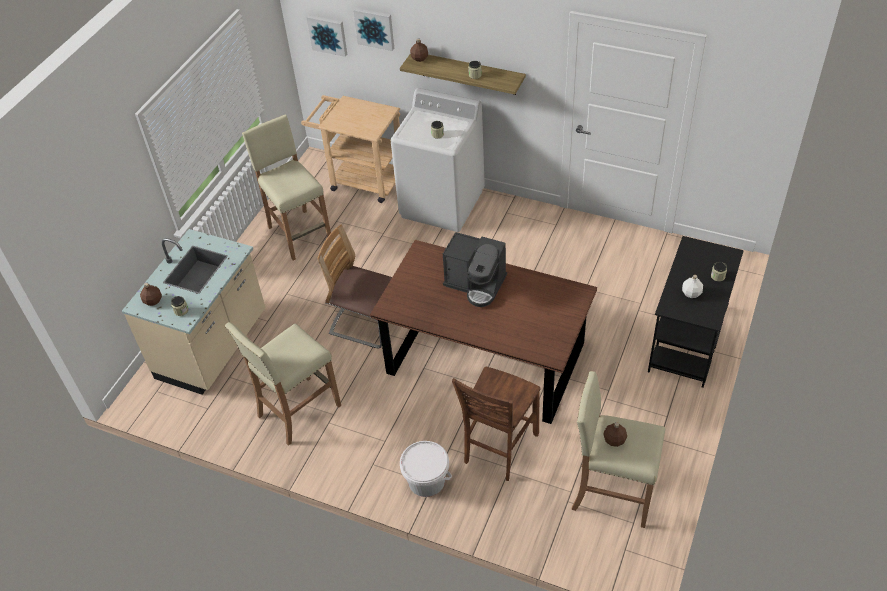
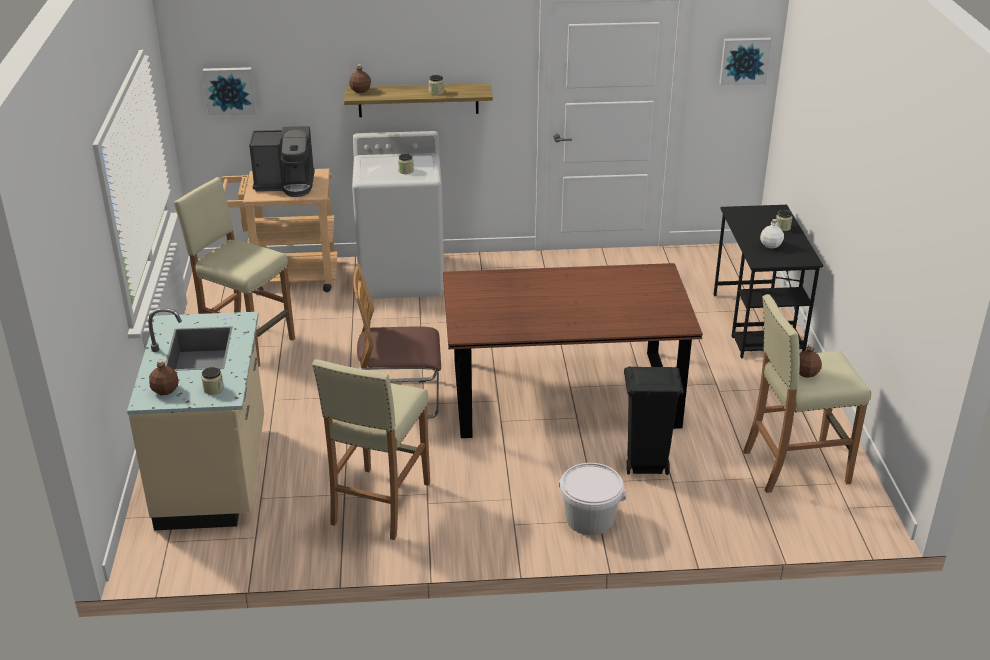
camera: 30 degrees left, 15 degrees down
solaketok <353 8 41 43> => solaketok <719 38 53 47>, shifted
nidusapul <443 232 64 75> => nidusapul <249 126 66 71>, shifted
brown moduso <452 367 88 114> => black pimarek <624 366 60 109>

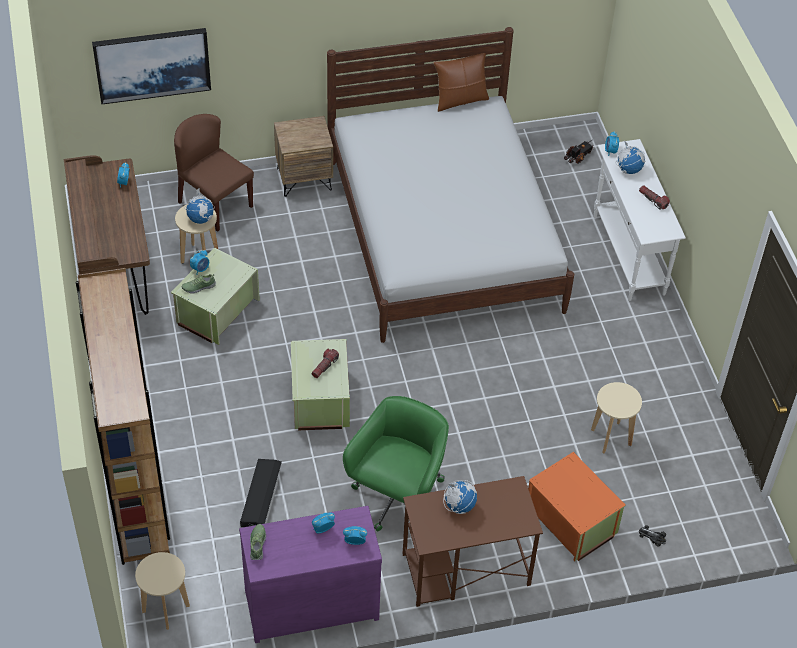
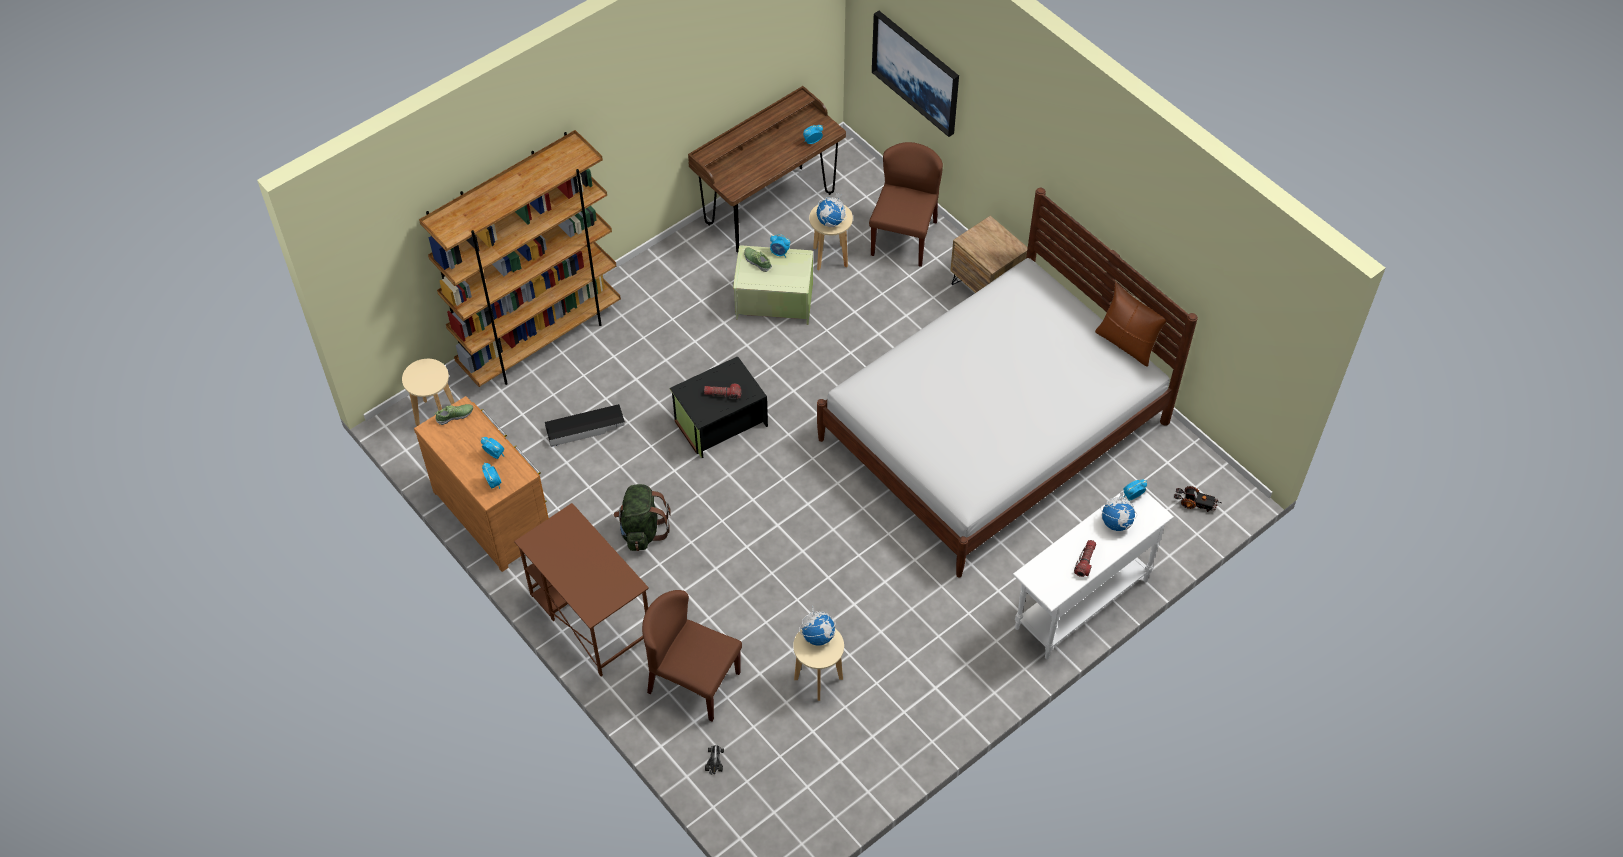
camera: 65 degrees right, 5 degrees up
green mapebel <291 339 59 91> => black mapebel <670 357 98 101>
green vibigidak <343 396 106 135> => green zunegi <614 484 57 67>
orange mapebel <528 452 98 109> => brown moduso <642 590 100 132>
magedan <443 480 34 34> => magedan <799 605 37 40>, shifted
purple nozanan <239 506 143 137> => brown nozanan <414 396 135 176>

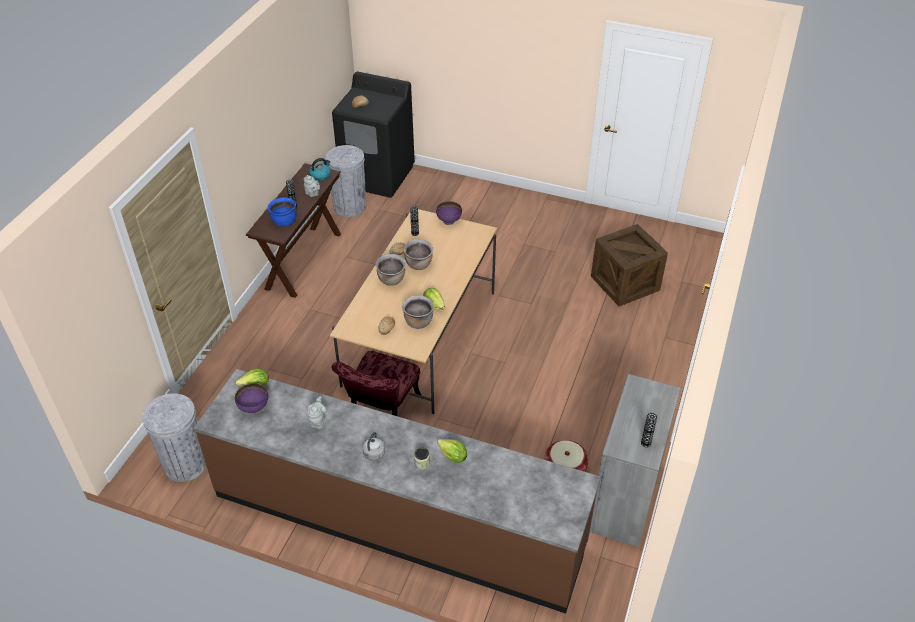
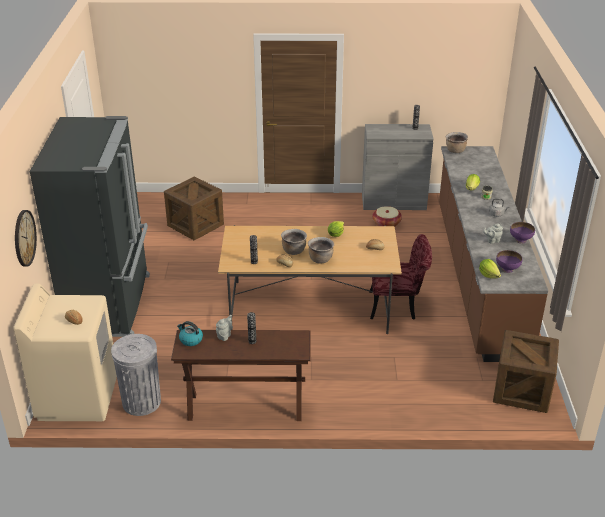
camera: 110 degrees left, 10 degrees down
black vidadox <332 72 83 126> => beige vidadox <13 284 104 137>
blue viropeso <267 197 29 30> => nothing
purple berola <436 201 26 24> => purple berola <510 222 25 21>, shifted
brown viropeso <402 296 32 33> => brown viropeso <446 132 22 21>, shifted
grey pimarek <142 393 64 89> => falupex <493 330 66 83>
nothing => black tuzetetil <30 116 120 221>
nothing => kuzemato <15 210 22 57>

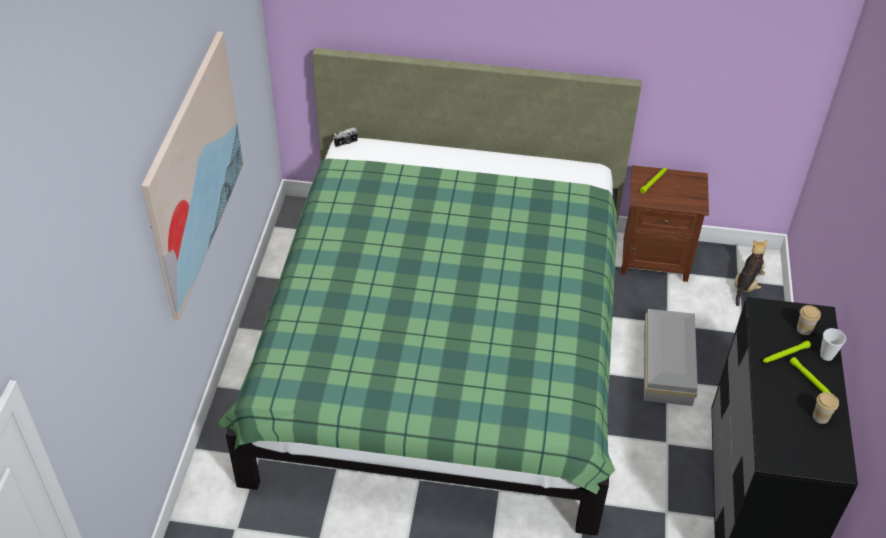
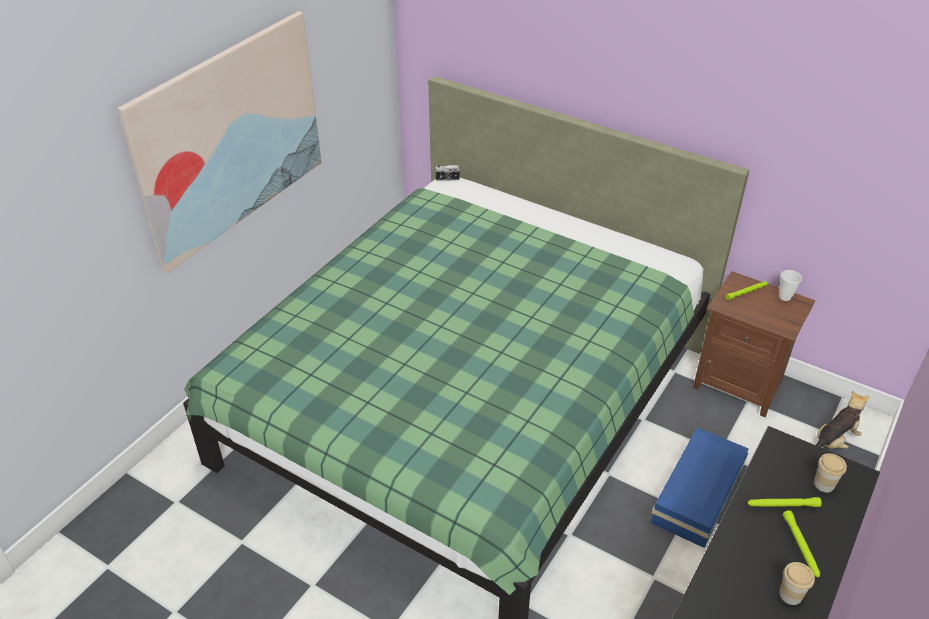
camera: 25 degrees right, 5 degrees down
white mapebel <644 309 54 97> => blue mapebel <651 427 98 121>
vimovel <820 328 26 33> => vimovel <779 270 23 31>, shifted

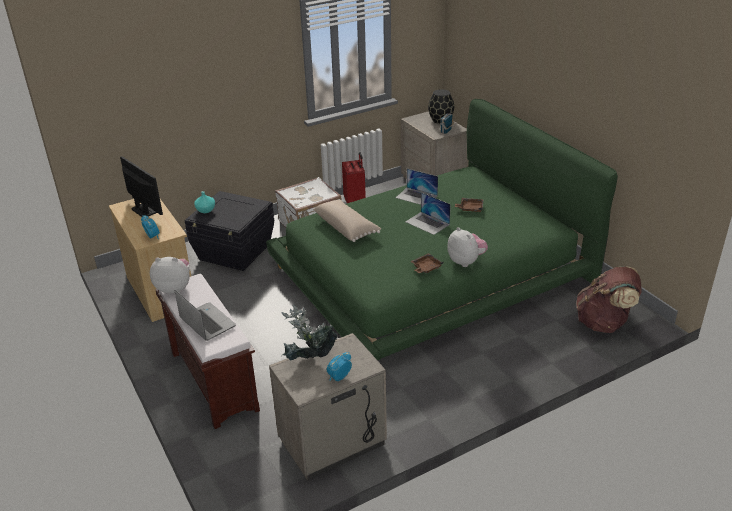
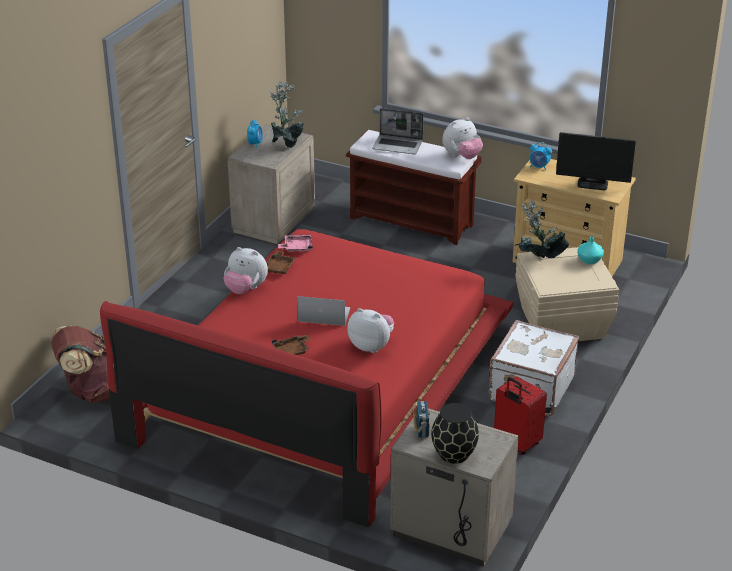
camera: 145 degrees right, 0 degrees up
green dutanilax <266 99 352 261> => red dutanilax <100 229 414 298>
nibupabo <396 169 42 36> => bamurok <347 308 47 45>
black mapebel <184 191 90 80> => beige mapebel <515 247 104 94>
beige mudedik <313 200 68 42> => nothing
nothing => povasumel <515 200 54 58>
nothing => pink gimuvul <278 235 35 17>

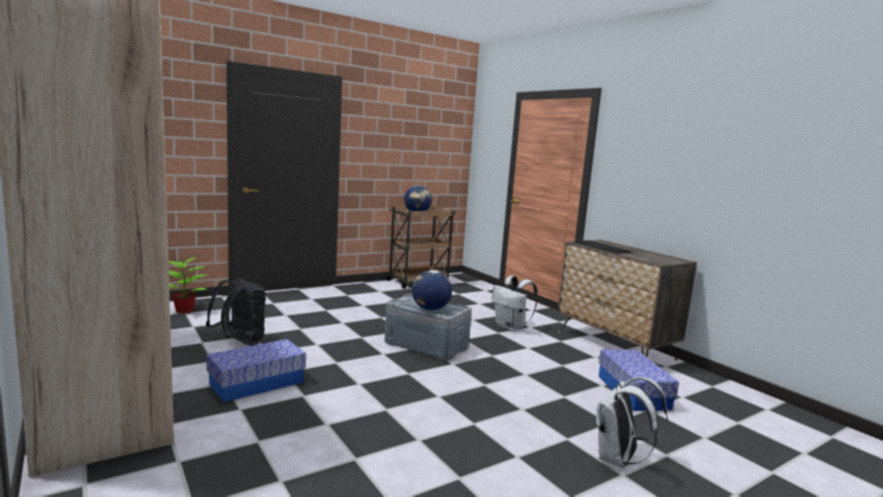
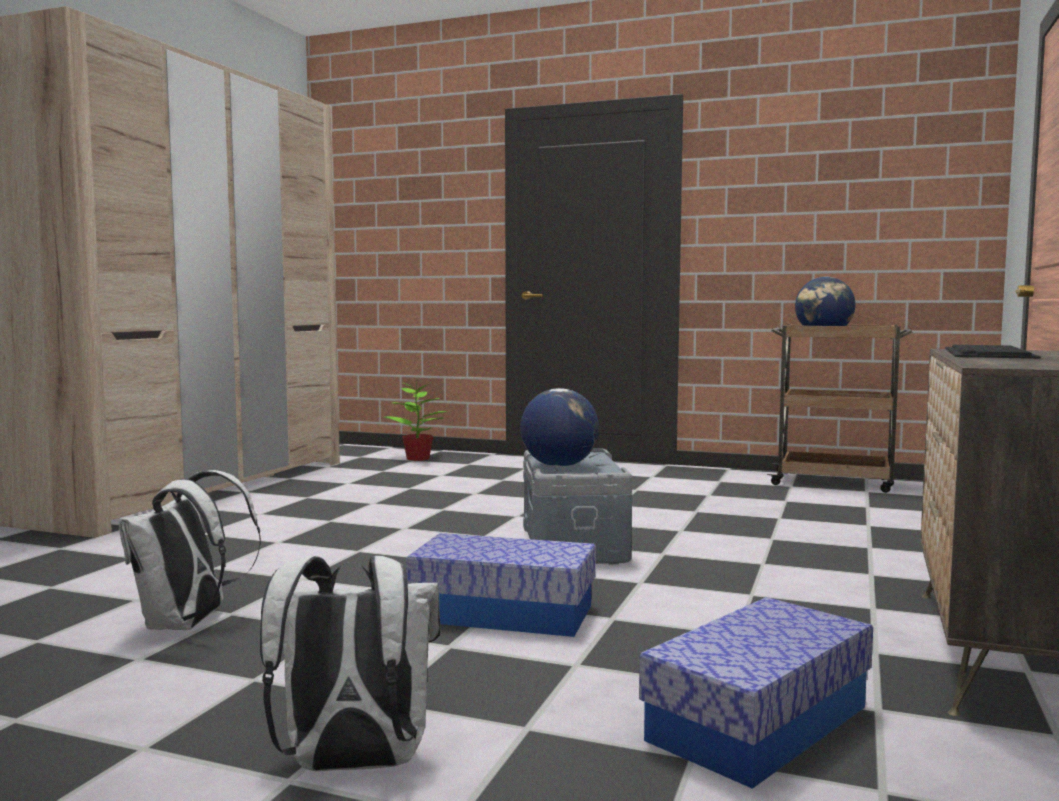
camera: 55 degrees right, 5 degrees down
white zunegi <491 276 46 55> => white zunegi <119 470 142 160>, shifted
black zunegi <206 278 60 68> => nothing
mapebel <206 339 100 63> => mapebel <406 533 190 104>, shifted

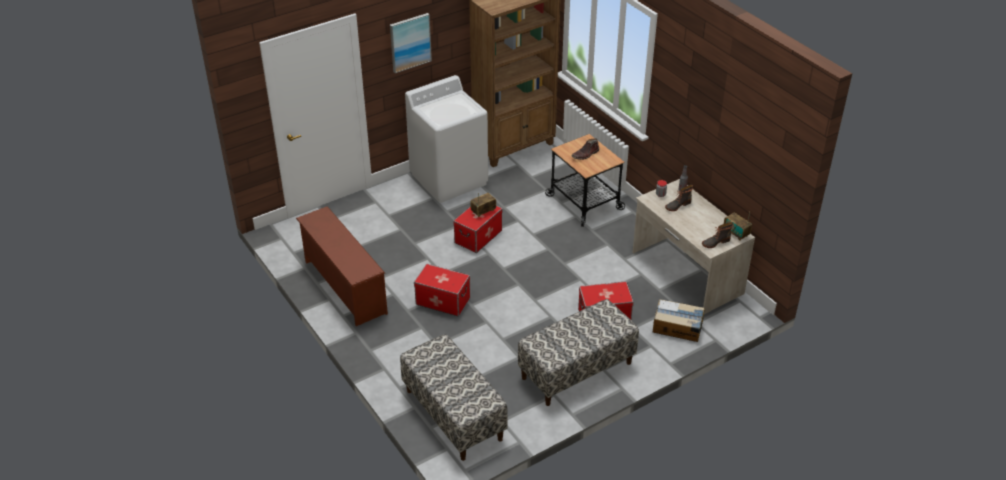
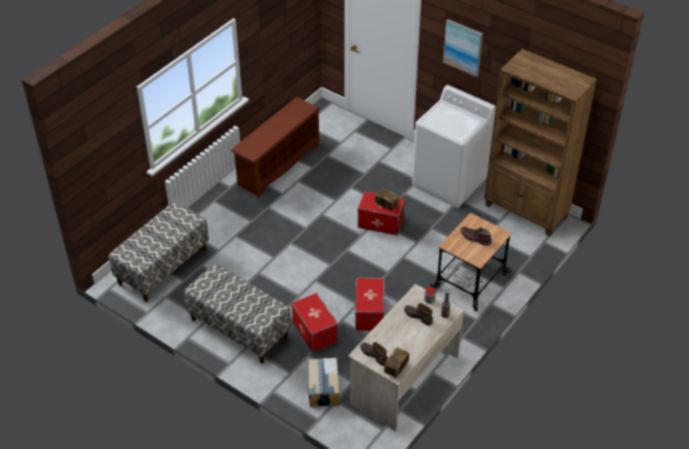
camera: 70 degrees right, 5 degrees up
mapebel <414 264 56 52> => mapebel <355 278 30 53>, shifted

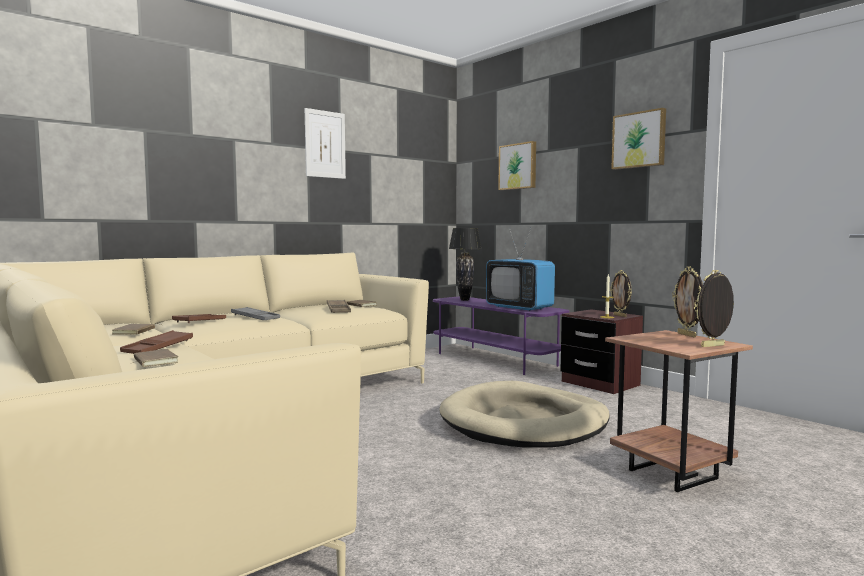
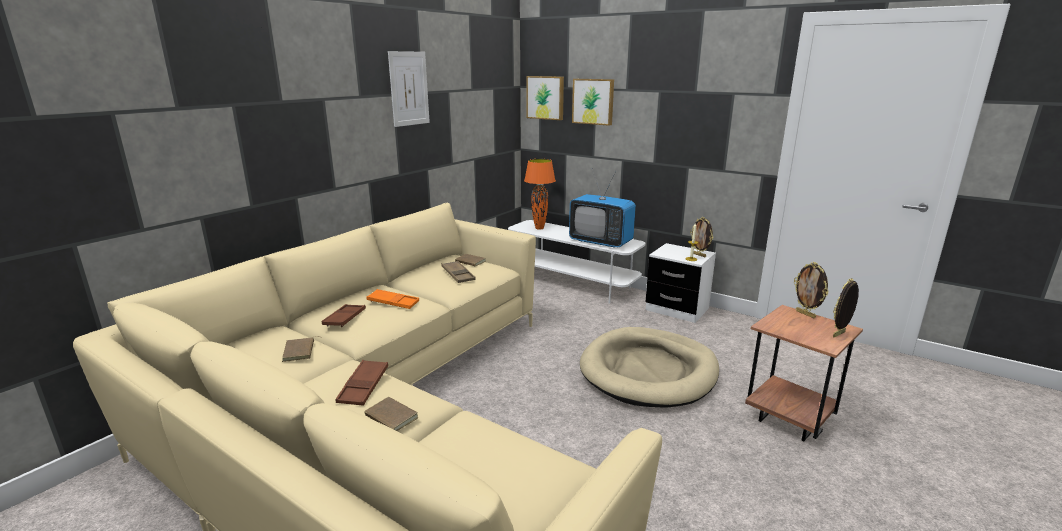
camera: 15 degrees left, 15 degrees up
solaketok <611 108 55 62> => solaketok <526 76 38 44>, shifted
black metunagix <449 228 33 73> => orange metunagix <524 159 32 71>
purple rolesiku <433 297 136 78> => white rolesiku <508 220 137 84>
grey gimuvul <231 307 49 13> => orange gimuvul <366 289 53 20>
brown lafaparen <560 309 83 85> => white lafaparen <646 243 70 80>

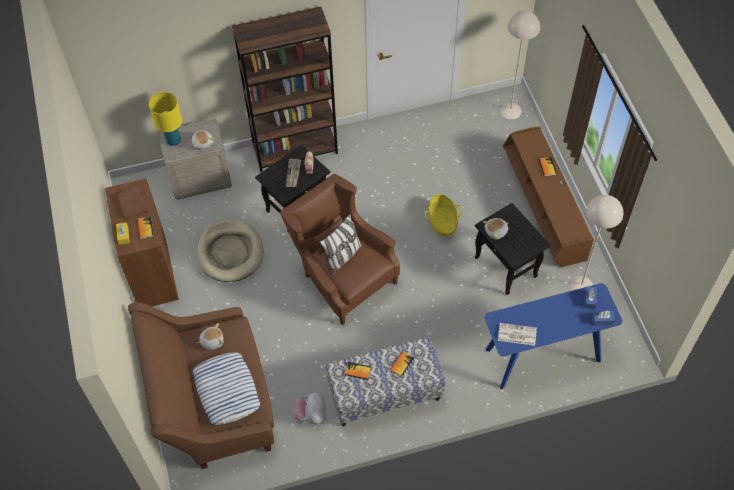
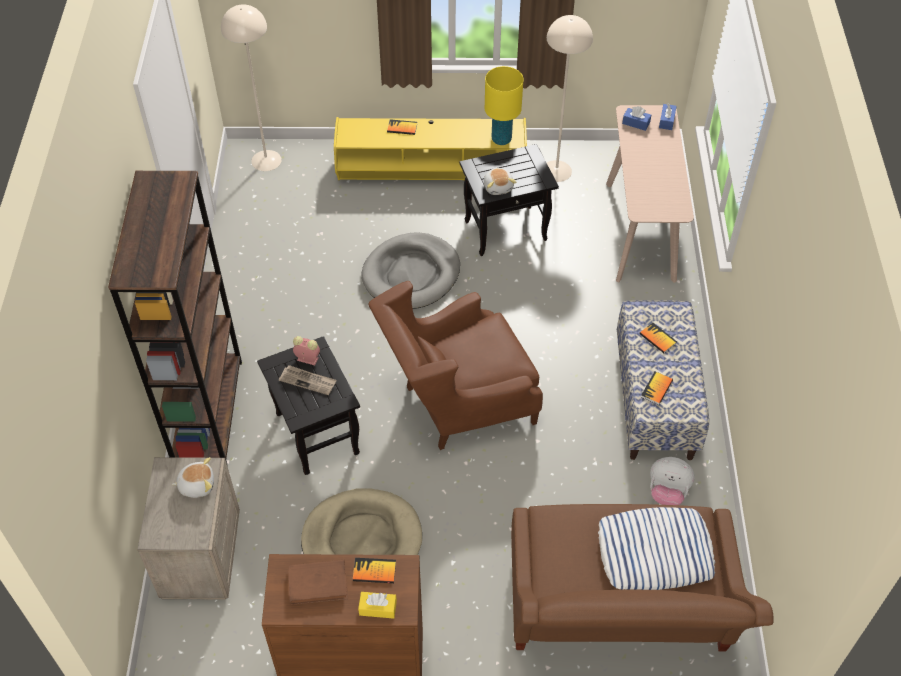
camera: 75 degrees left, 5 degrees down
yellow metunagix <149 92 33 54> => yellow metunagix <485 66 39 79>, shifted
brown rolesiku <503 126 91 141> => yellow rolesiku <334 117 193 63>
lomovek <425 194 37 42> => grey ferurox <361 232 99 77>
mudedik <319 214 43 60> => nothing
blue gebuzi <484 283 138 106> => beige gebuzi <606 105 88 178>
bamurok <197 323 27 27> => nothing
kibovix <498 323 39 23> => nothing

